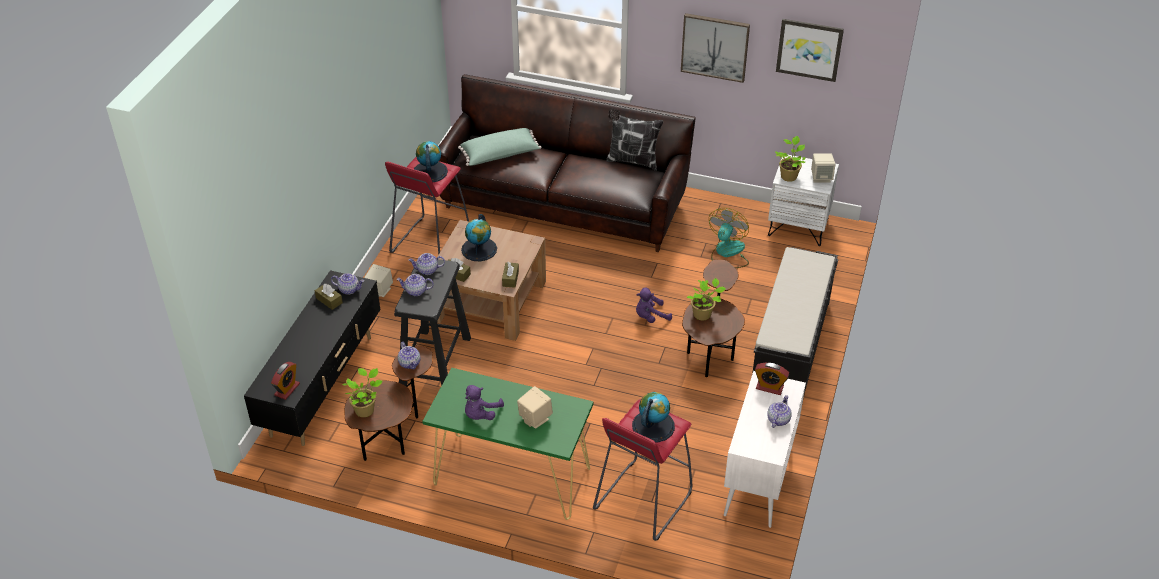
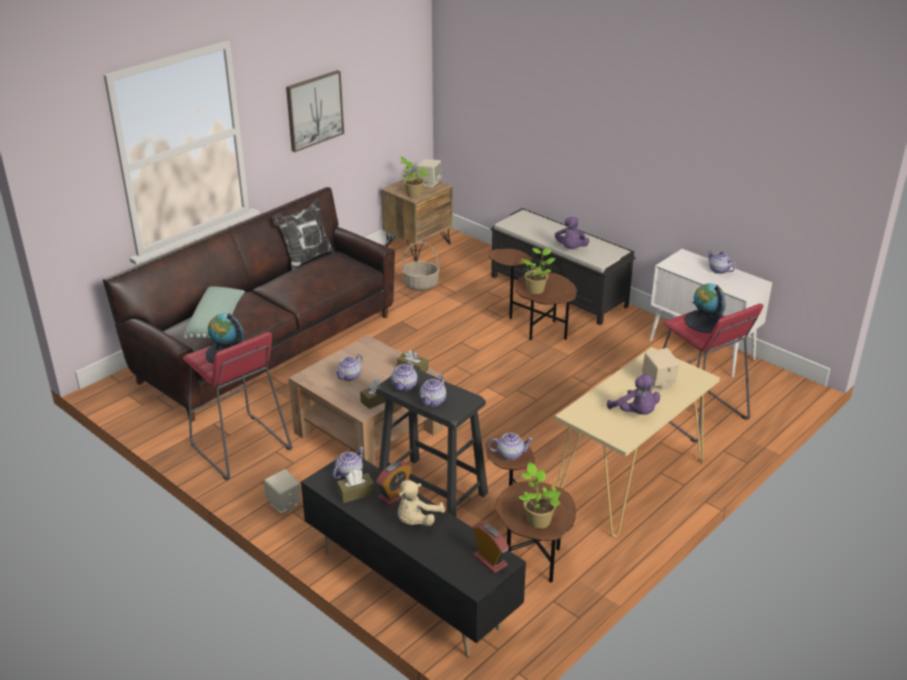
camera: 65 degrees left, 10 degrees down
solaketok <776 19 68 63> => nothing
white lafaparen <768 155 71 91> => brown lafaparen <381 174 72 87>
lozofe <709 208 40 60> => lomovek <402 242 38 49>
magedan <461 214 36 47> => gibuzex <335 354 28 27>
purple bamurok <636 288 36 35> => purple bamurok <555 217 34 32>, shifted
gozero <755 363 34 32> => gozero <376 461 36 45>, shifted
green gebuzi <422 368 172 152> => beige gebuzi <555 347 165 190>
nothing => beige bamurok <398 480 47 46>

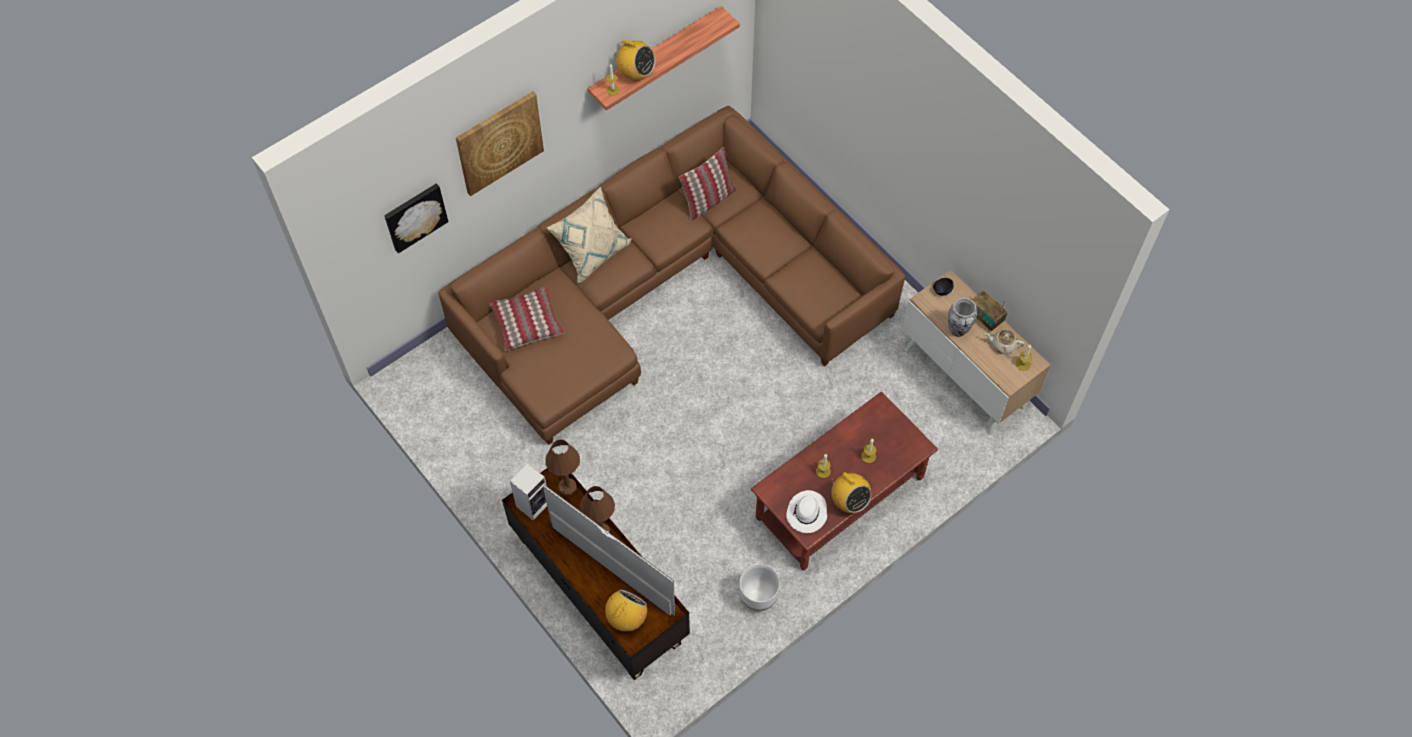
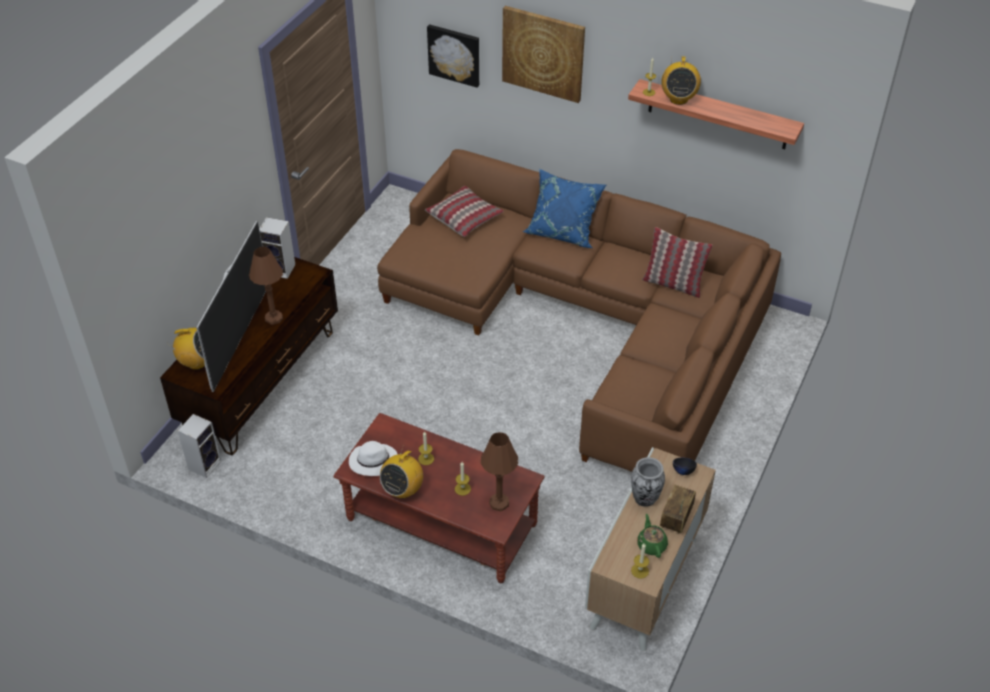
camera: 65 degrees right, 15 degrees down
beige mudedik <546 186 85 97> => blue mudedik <523 169 83 79>
beige gibuzex <985 330 40 24> => green gibuzex <637 513 31 45>
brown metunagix <545 440 35 55> => brown metunagix <481 432 37 79>, shifted
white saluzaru <739 564 41 47> => nothing
nothing => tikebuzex <178 414 43 64>

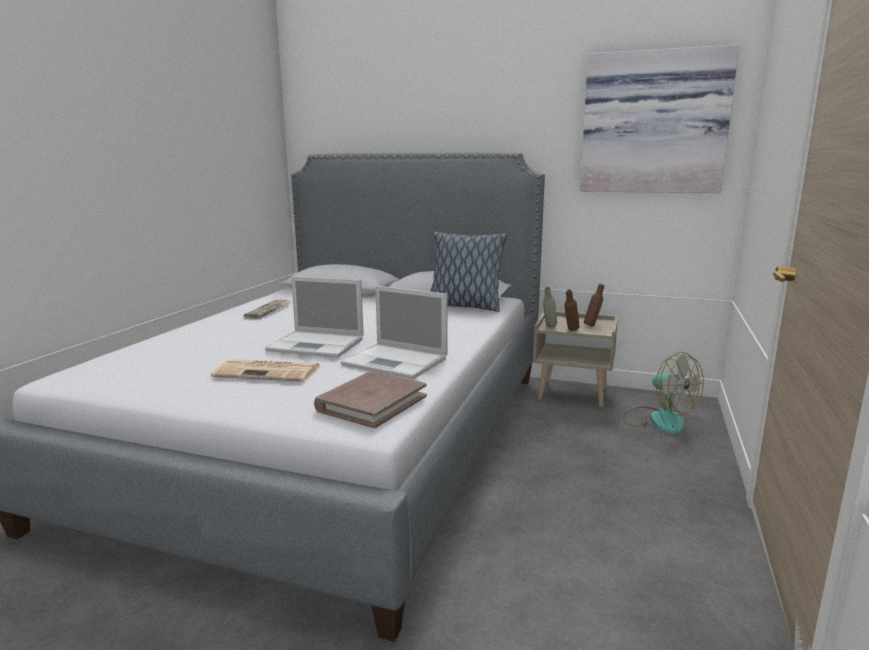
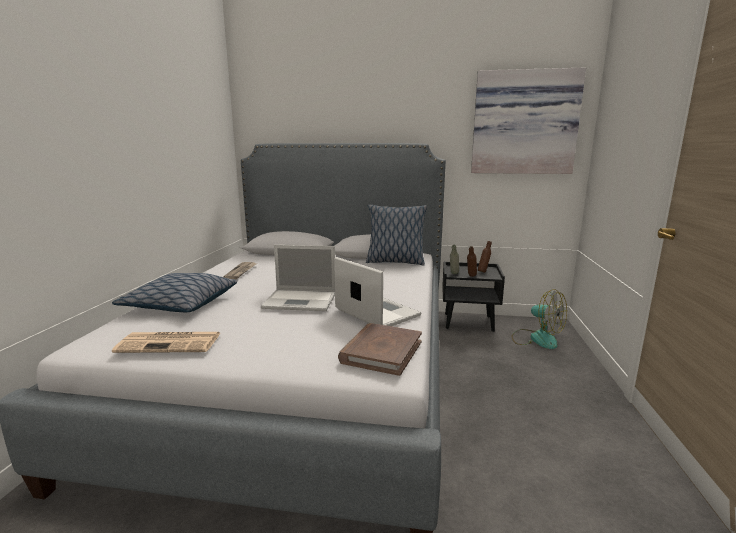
camera: 10 degrees left, 0 degrees up
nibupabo <341 286 107 93> => nibupabo <334 257 87 69>, 150 degrees counterclockwise
beige lafaparen <533 311 85 96> => black lafaparen <442 262 63 70>
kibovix <211 359 109 23> => kibovix <112 332 109 21>, shifted
nothing => mudedik <112 273 125 39>

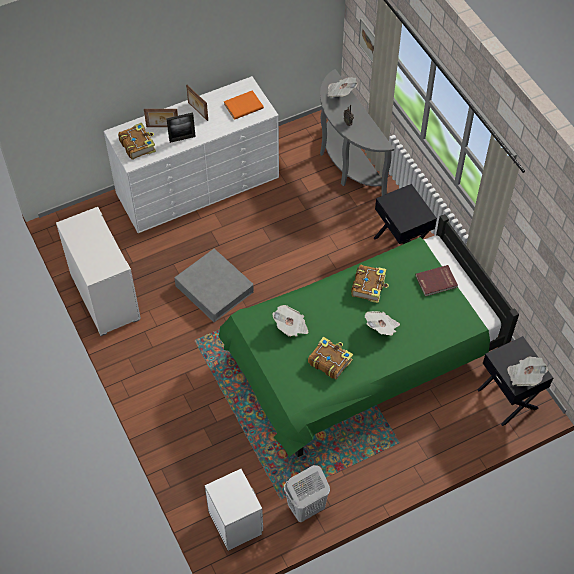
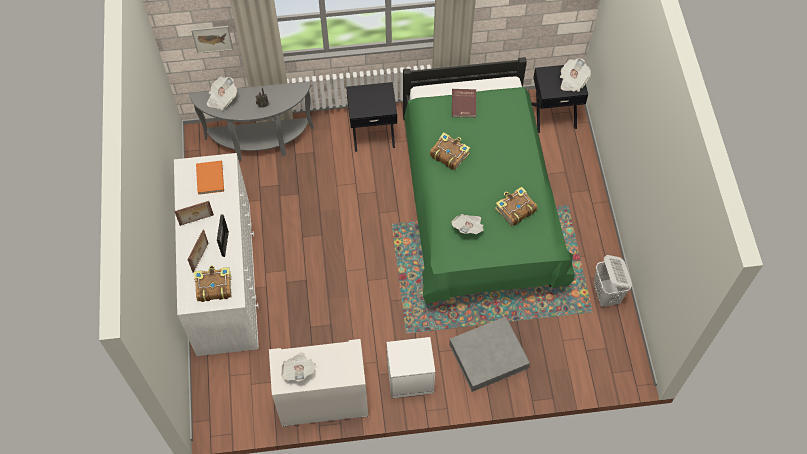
camera: 70 degrees left, 5 degrees up
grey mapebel <174 249 80 73> => grey mapebel <449 317 81 75>, shifted
kibovix <365 311 35 25> => kibovix <281 353 35 29>, shifted
white lafaparen <205 469 58 82> => white lafaparen <386 337 49 61>, shifted

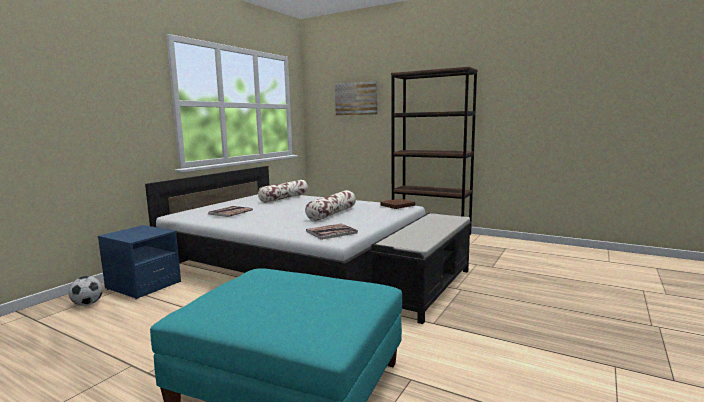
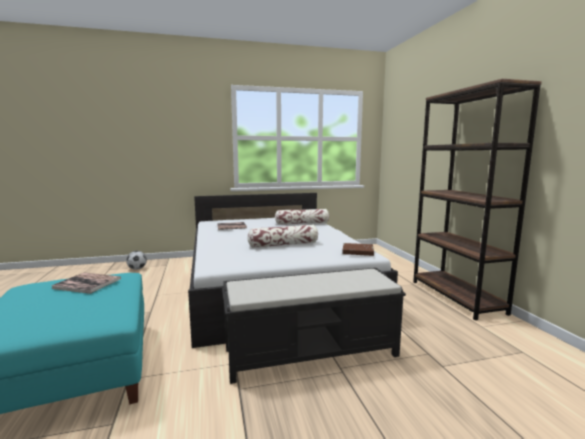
camera: 45 degrees right, 0 degrees up
solaketok <335 81 42 35> => nothing
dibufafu <306 224 52 16> => dibufafu <51 273 70 21>, shifted
blue lafaparen <98 225 83 74> => nothing

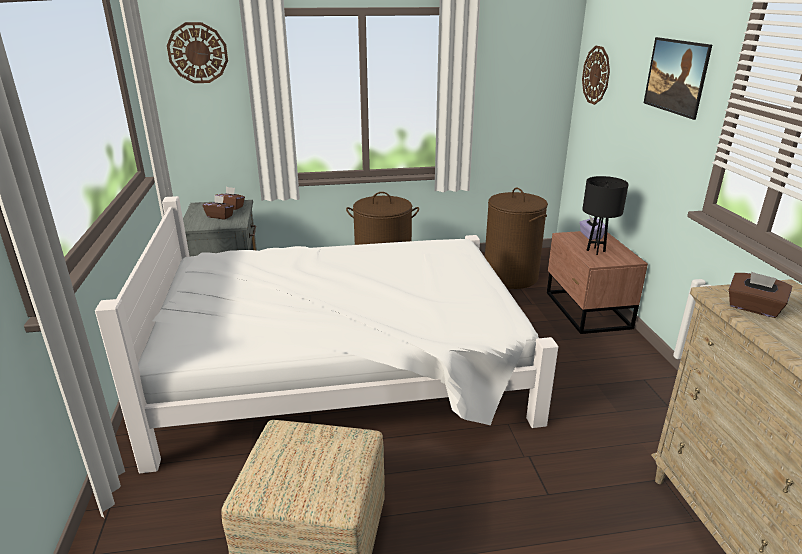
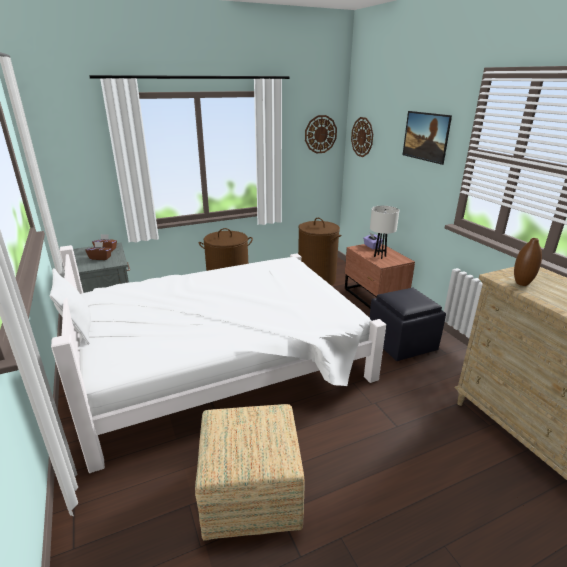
camera: 15 degrees left, 0 degrees up
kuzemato <167 22 61 61> => kuzemato <305 115 32 39>, shifted
black metunagix <583 176 46 79> => white metunagix <370 206 30 53>
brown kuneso <729 272 63 46> => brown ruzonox <514 238 28 48>
nothing => white mudedik <50 268 41 77>
nothing => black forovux <369 288 77 73>

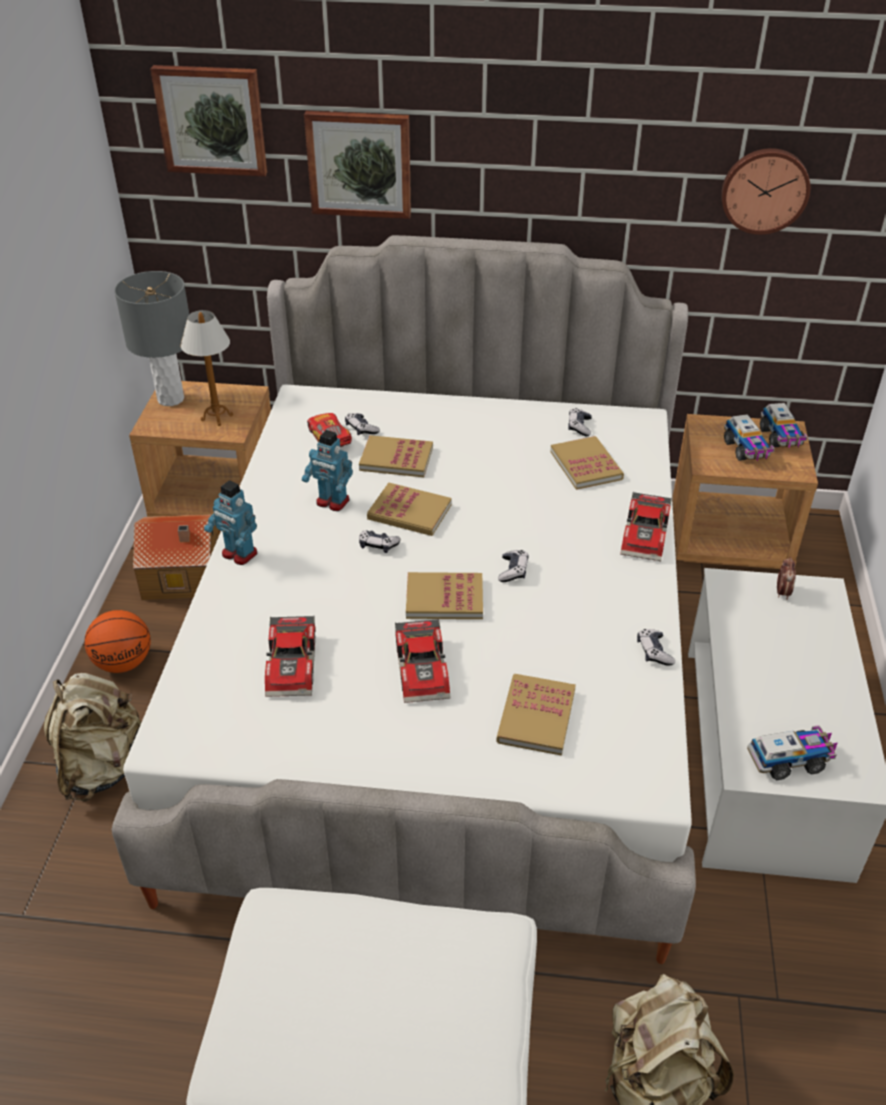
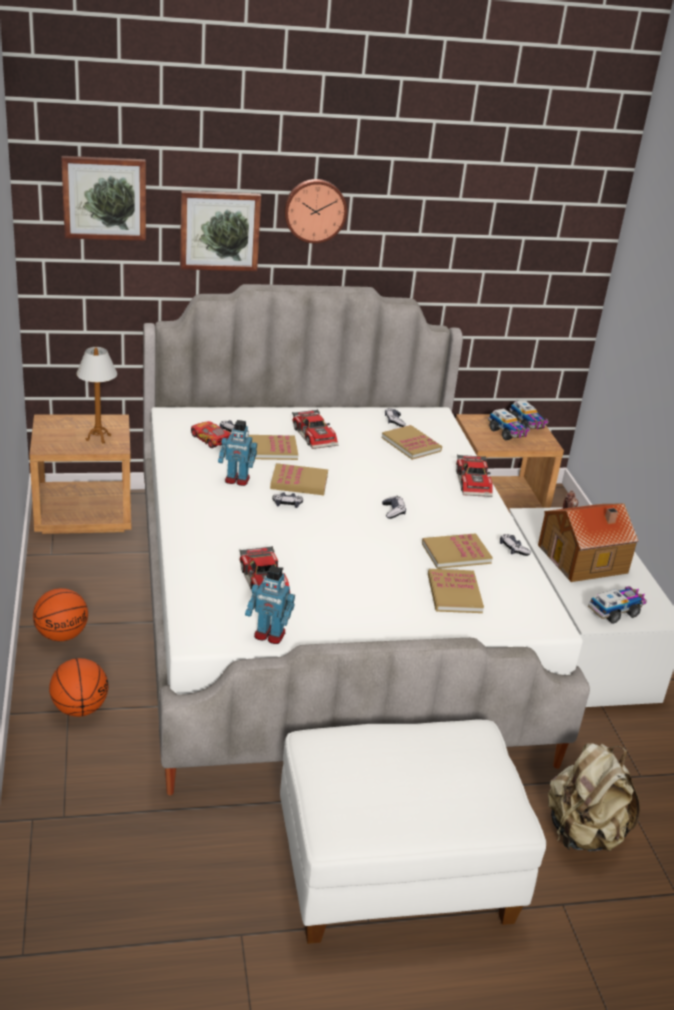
camera: 20 degrees left, 10 degrees down
kuzemato <721 148 89 87> => kuzemato <284 179 63 64>, shifted
grey metunagix <114 271 75 135> => nothing
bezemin <204 480 54 85> => bezemin <245 566 50 78>, shifted
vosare <133 514 87 86> => vosare <538 503 101 79>, shifted
dibufafu <406 572 77 47> => dibufafu <422 533 71 36>, shifted
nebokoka <395 618 56 85> => nebokoka <292 409 46 40>, shifted
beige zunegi <44 673 98 128> => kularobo <49 658 60 59>

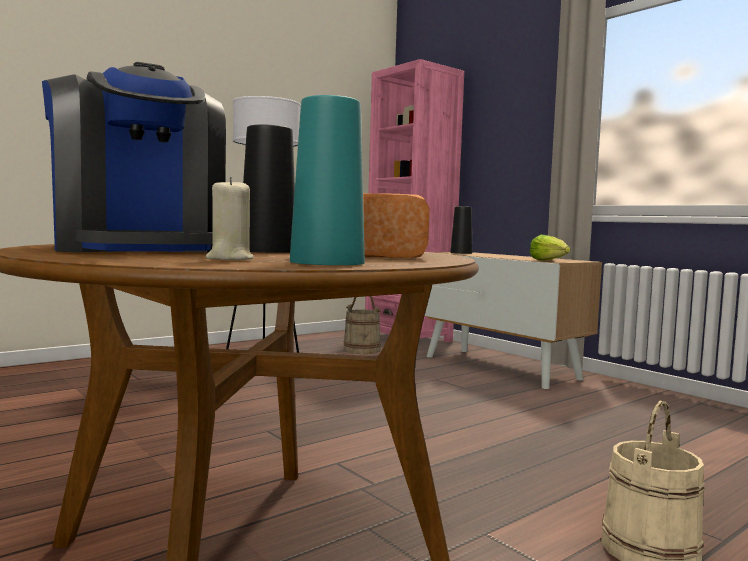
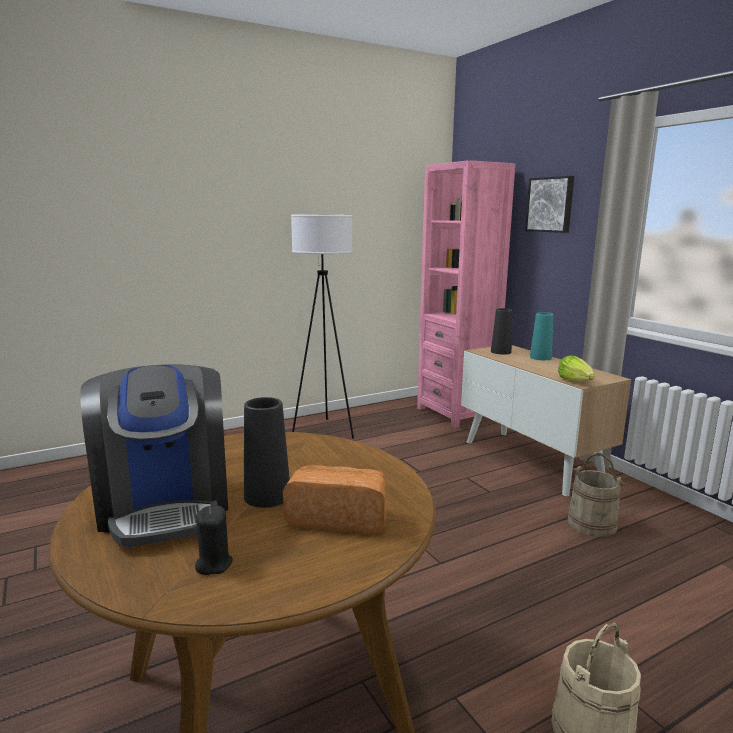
camera: 10 degrees right, 10 degrees up
turquoise ruzonox <290 95 75 170> => turquoise ruzonox <530 312 23 48>, shifted
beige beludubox <206 177 48 83> => black beludubox <195 505 38 70>
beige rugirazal <343 296 38 58> => beige rugirazal <568 453 56 84>, shifted
nothing => solaketok <525 176 49 57>

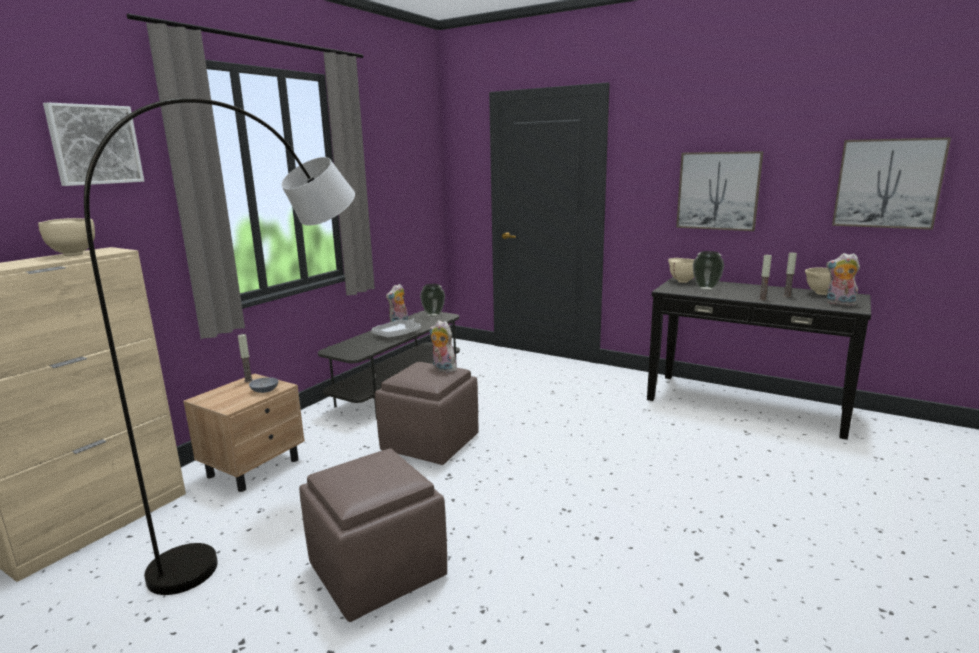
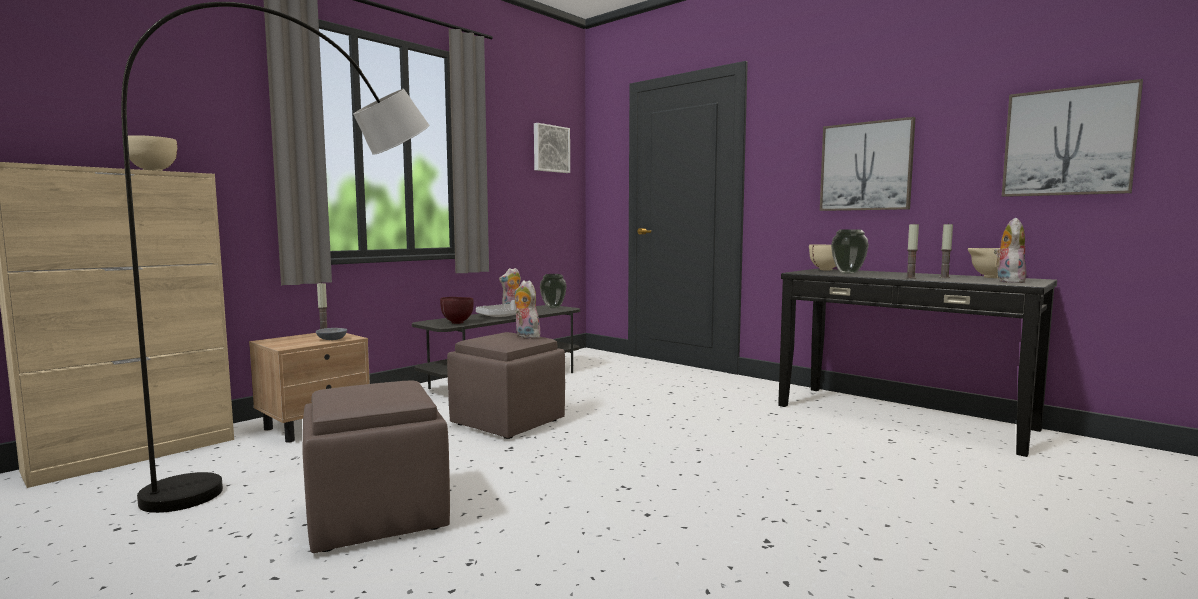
camera: 10 degrees right, 10 degrees down
solaketok <43 102 101 84> => solaketok <534 123 36 50>, shifted
bamurok <826 253 34 53> => bamurok <994 218 33 65>, 75 degrees clockwise
nothing => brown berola <440 297 34 27>

